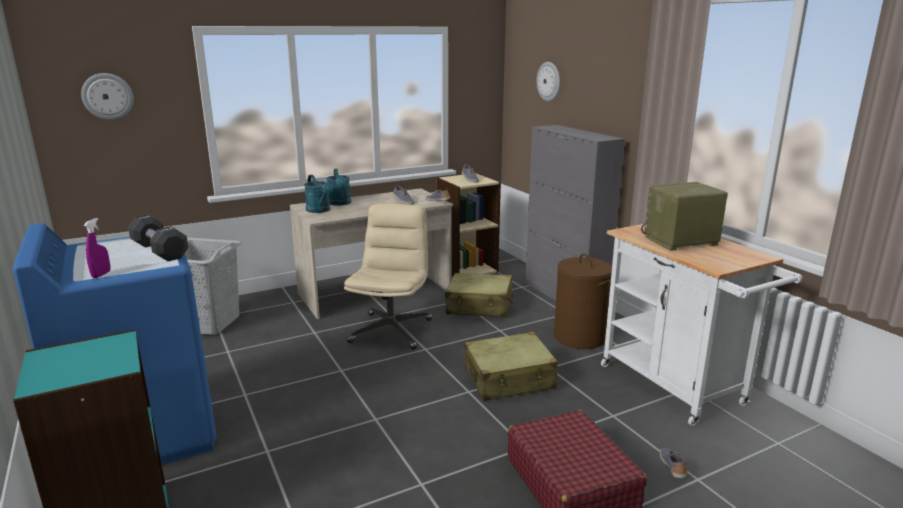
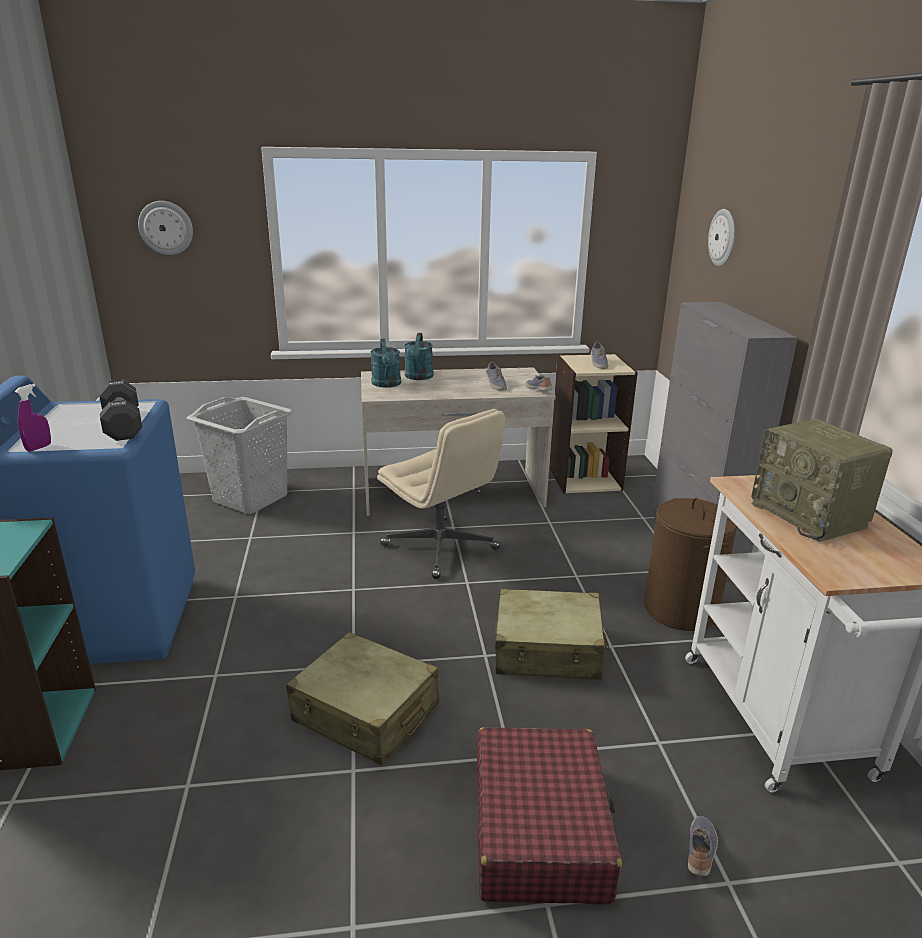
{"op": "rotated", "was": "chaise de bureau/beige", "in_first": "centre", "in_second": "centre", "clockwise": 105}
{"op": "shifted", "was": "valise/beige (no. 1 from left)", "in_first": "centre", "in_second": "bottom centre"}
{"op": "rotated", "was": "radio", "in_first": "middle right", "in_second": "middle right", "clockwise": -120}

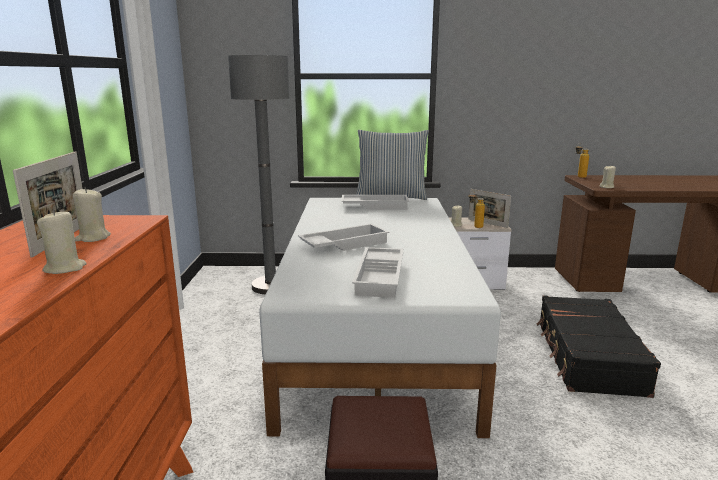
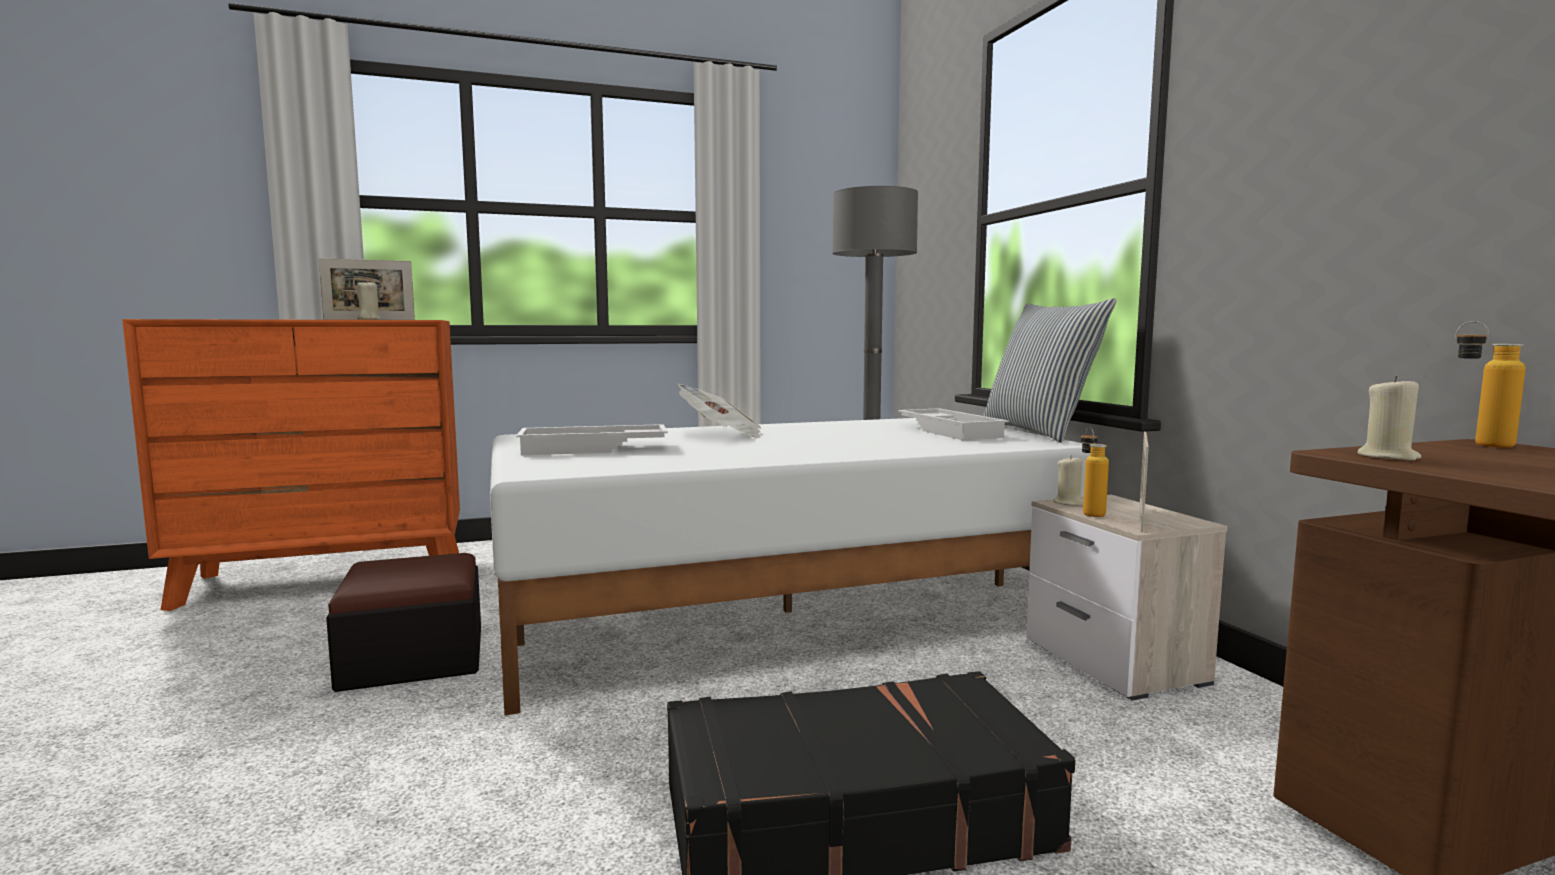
{"op": "gone", "was": "bougie/beige (no. 1 from left)", "in_first": "middle left"}
{"op": "swapped", "was": "plateau/blanc (no. 1 from left)", "now": "journal", "in_first": "centre", "in_second": "centre"}

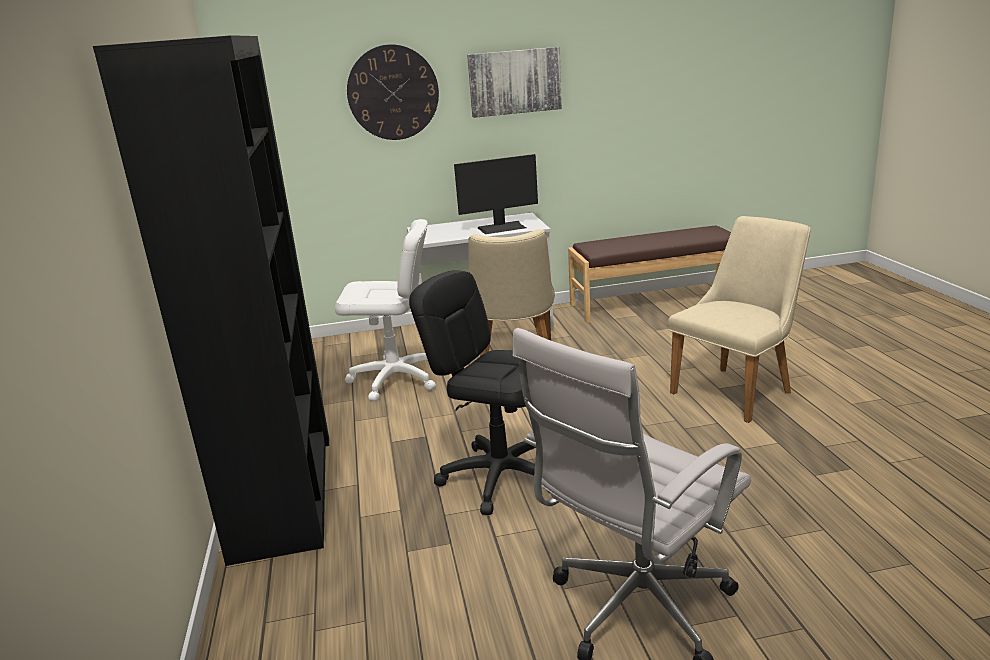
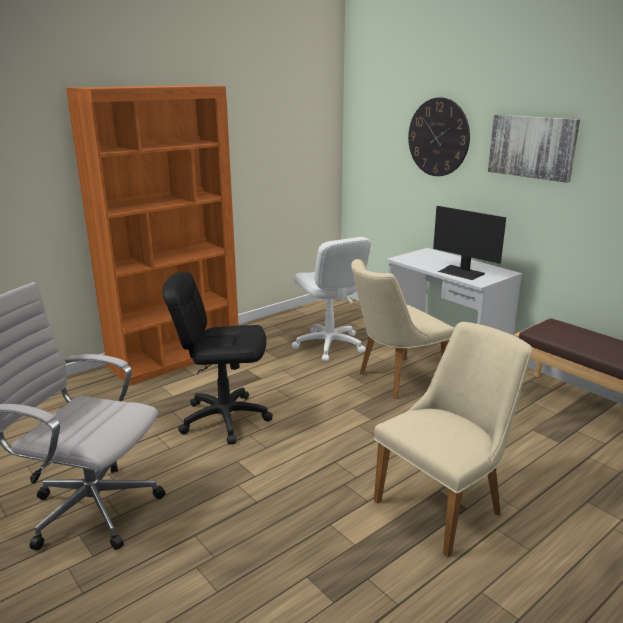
{"op": "repainted", "was": "bibliothèque/noir", "now": "bibliothèque/orange", "in_first": "middle left", "in_second": "middle left"}
{"op": "rotated", "was": "chaise de bureau/noir", "in_first": "centre", "in_second": "centre", "clockwise": -90}
{"op": "rotated", "was": "chaise/beige (no. 2 from left)", "in_first": "middle right", "in_second": "bottom right", "clockwise": -60}

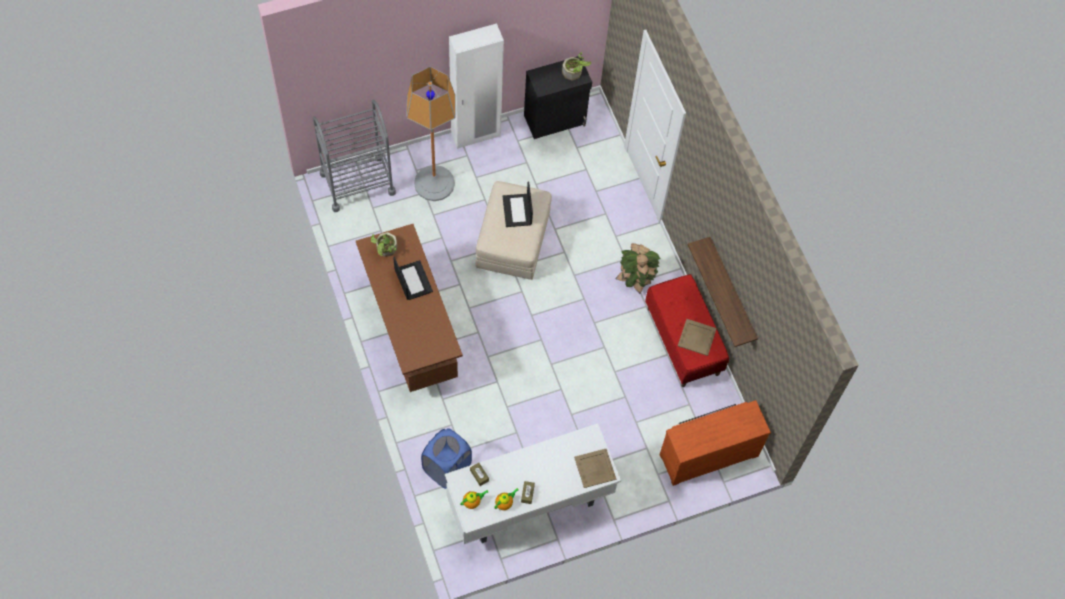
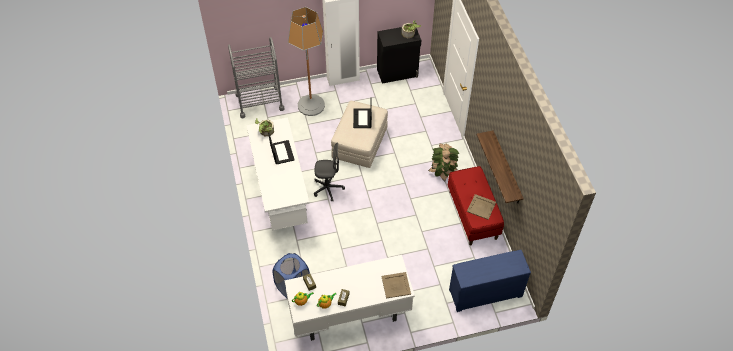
{"op": "repainted", "was": "bureau/marron", "now": "bureau/blanc (no. 1 from left)", "in_first": "centre", "in_second": "centre"}
{"op": "repainted", "was": "commode/marron", "now": "commode/bleu", "in_first": "bottom right", "in_second": "bottom right"}
{"op": "new", "now": "chaise de bureau/gris", "in_second": "centre"}

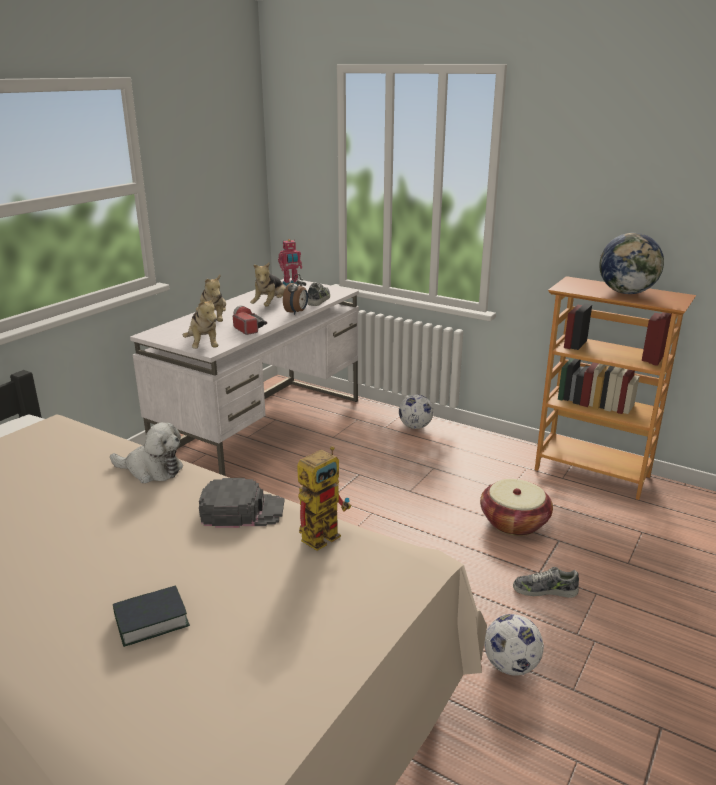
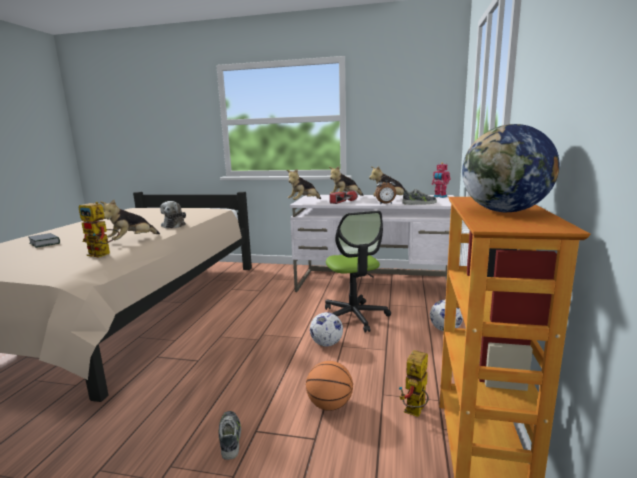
{"op": "swapped", "was": "casquette/noir", "now": "peluche (no. 1 from left)", "in_first": "centre", "in_second": "middle left"}
{"op": "swapped", "was": "panier", "now": "ballon de basket", "in_first": "middle right", "in_second": "bottom centre"}
{"op": "shifted", "was": "ballon de foot (no. 2 from left in the first image)", "now": "ballon de foot (no. 1 from left)", "in_first": "bottom right", "in_second": "bottom centre"}
{"op": "new", "now": "chaise de bureau", "in_second": "centre"}
{"op": "new", "now": "robot jouet (no. 2 from left)", "in_second": "bottom centre"}

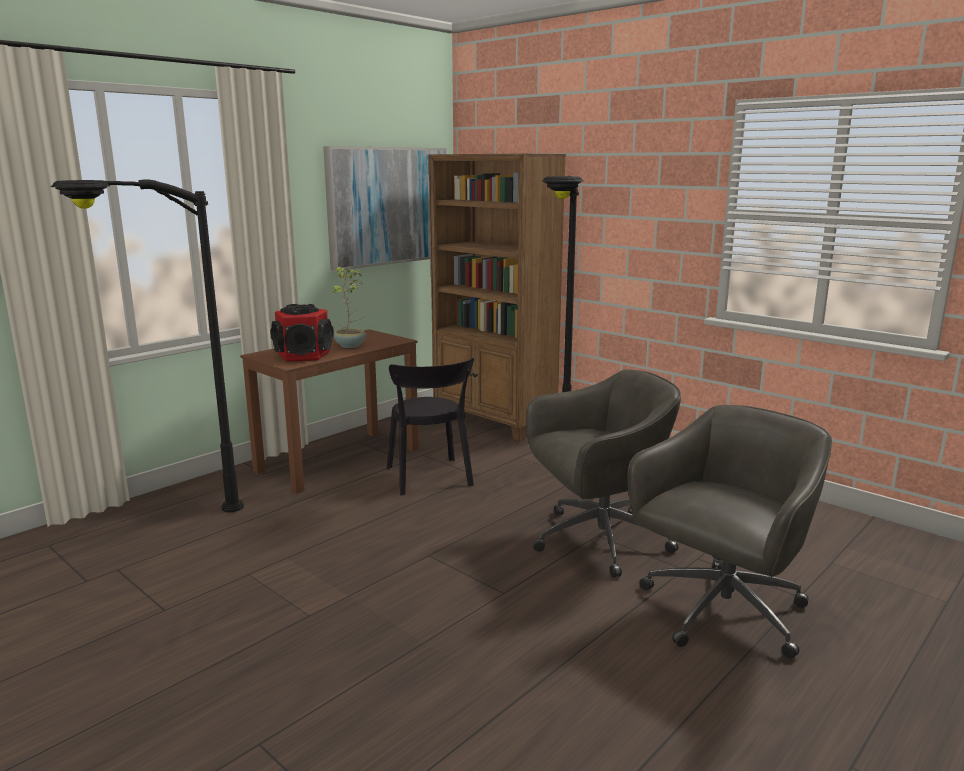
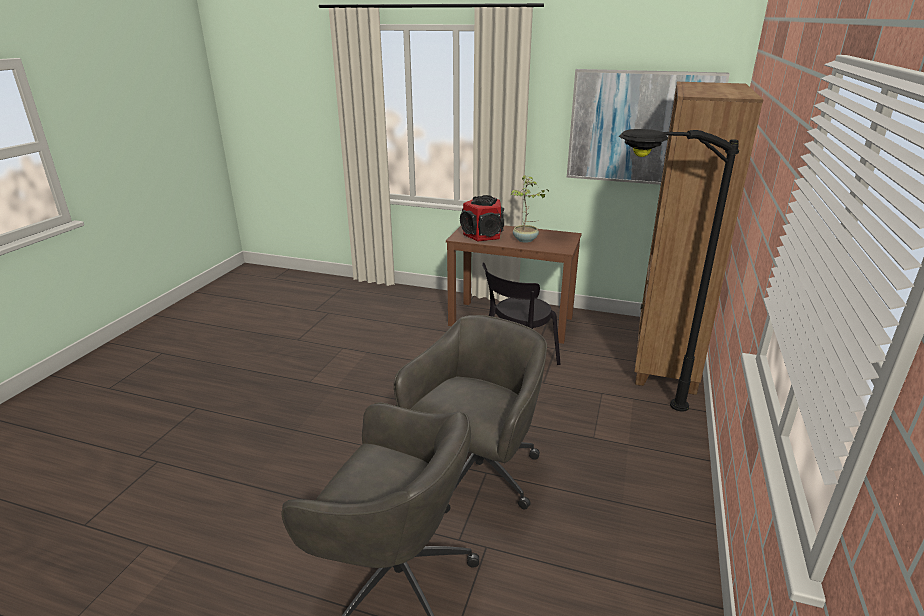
{"op": "gone", "was": "lampadaire/noir (no. 1 from left)", "in_first": "middle left"}
{"op": "rotated", "was": "chaise de bureau/gris (no. 1 from left in the first image)", "in_first": "centre", "in_second": "bottom centre", "clockwise": -105}

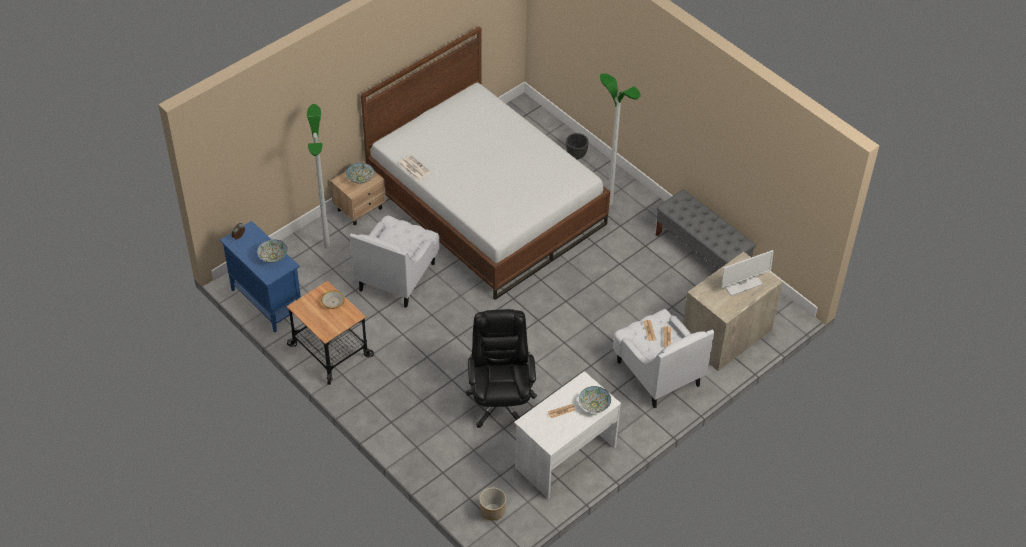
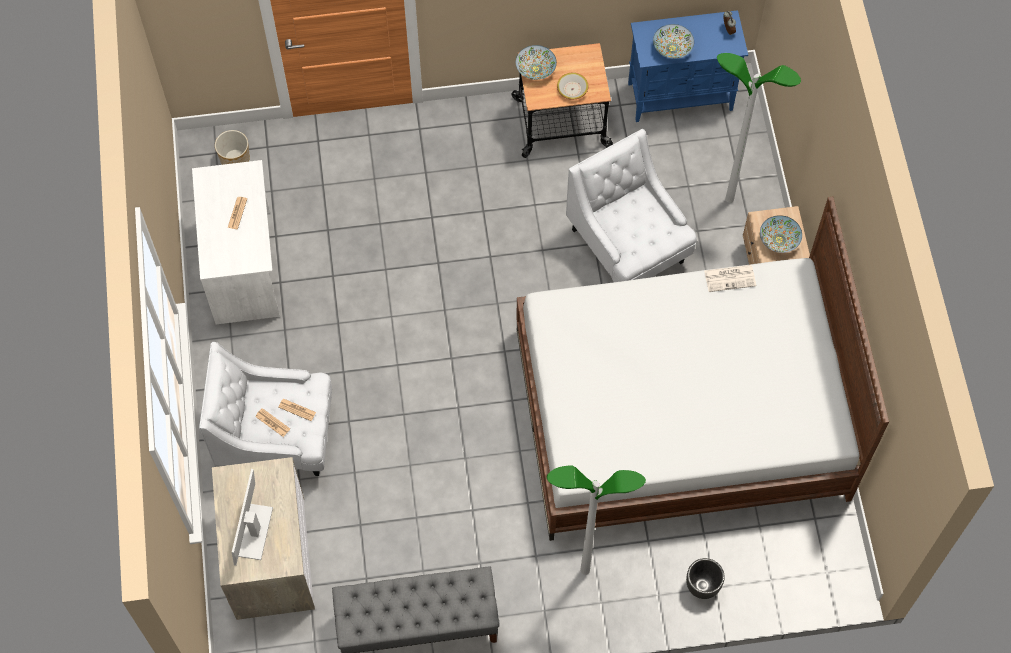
{"op": "gone", "was": "chaise de bureau/noir", "in_first": "bottom centre"}
{"op": "shifted", "was": "bol (no. 4 from left in the first image)", "now": "bol (no. 1 from left)", "in_first": "bottom centre", "in_second": "top centre"}

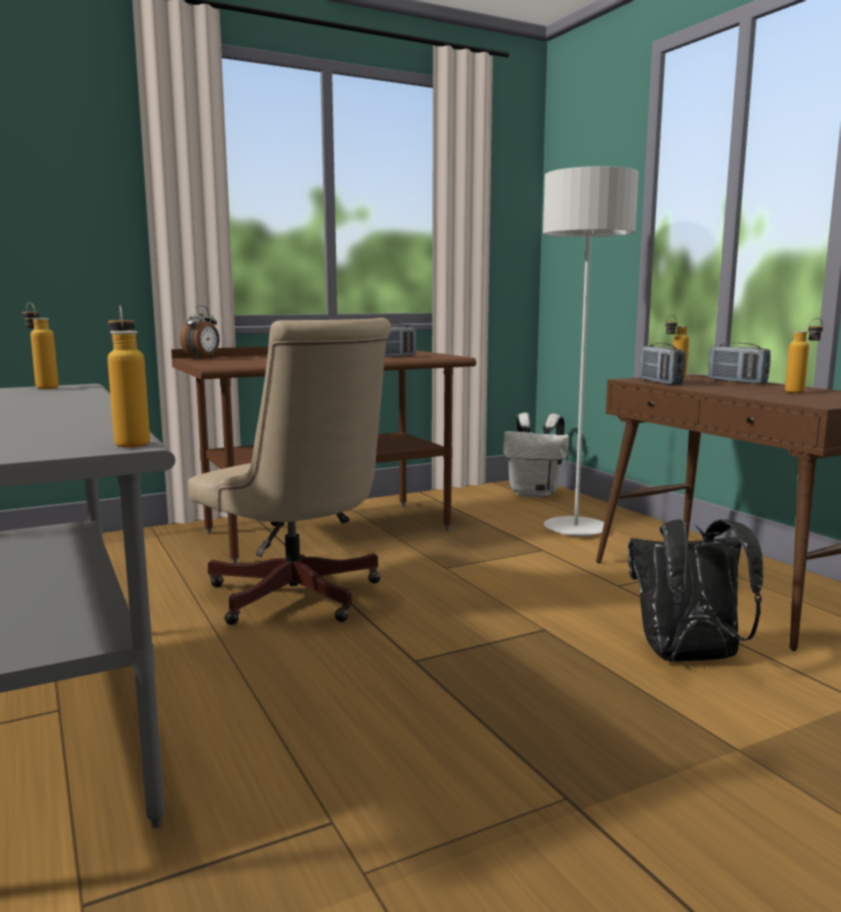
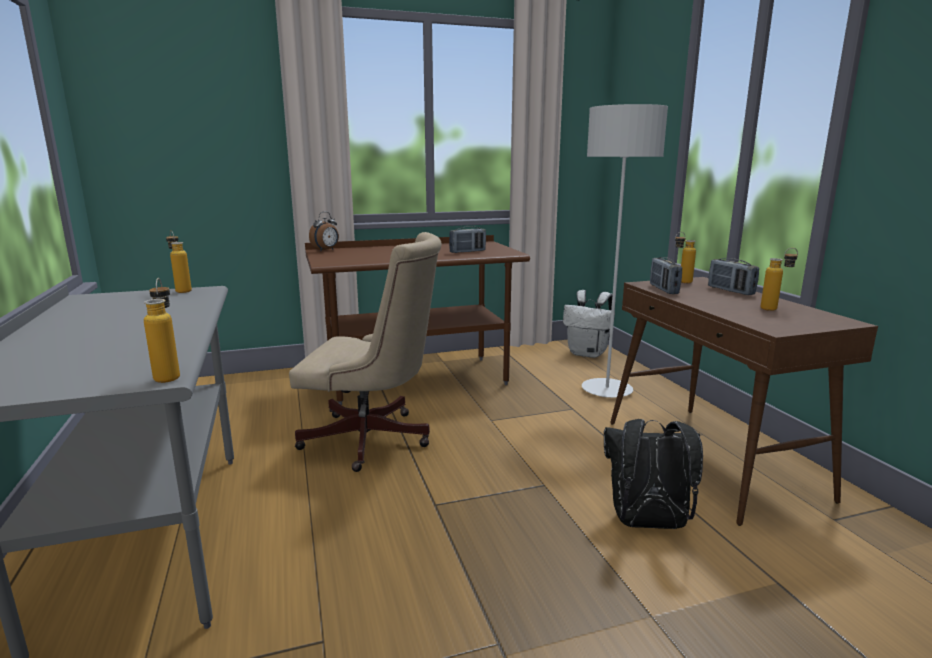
{"op": "rotated", "was": "chaise de bureau/beige", "in_first": "centre", "in_second": "centre", "clockwise": -45}

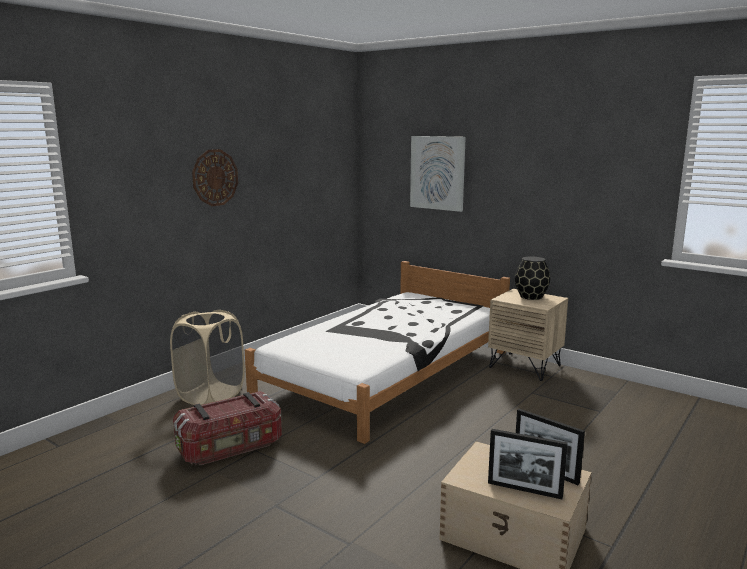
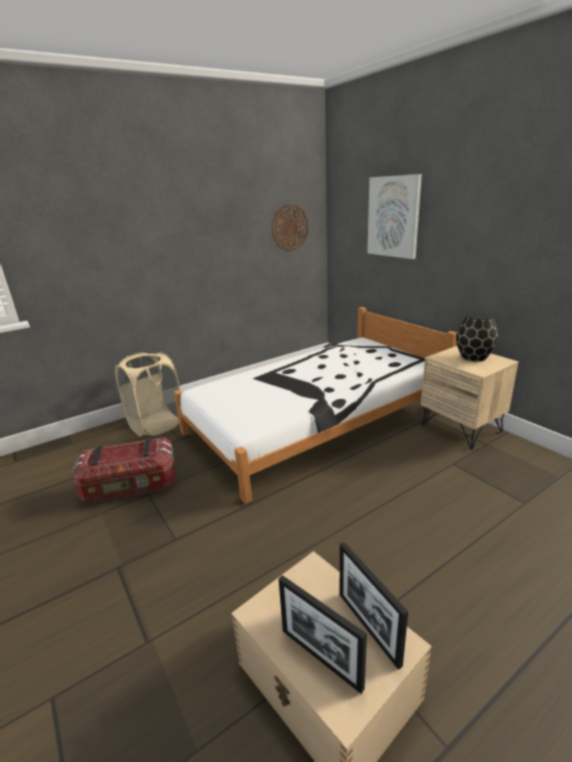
{"op": "shifted", "was": "horloge murale", "in_first": "top left", "in_second": "top centre"}

